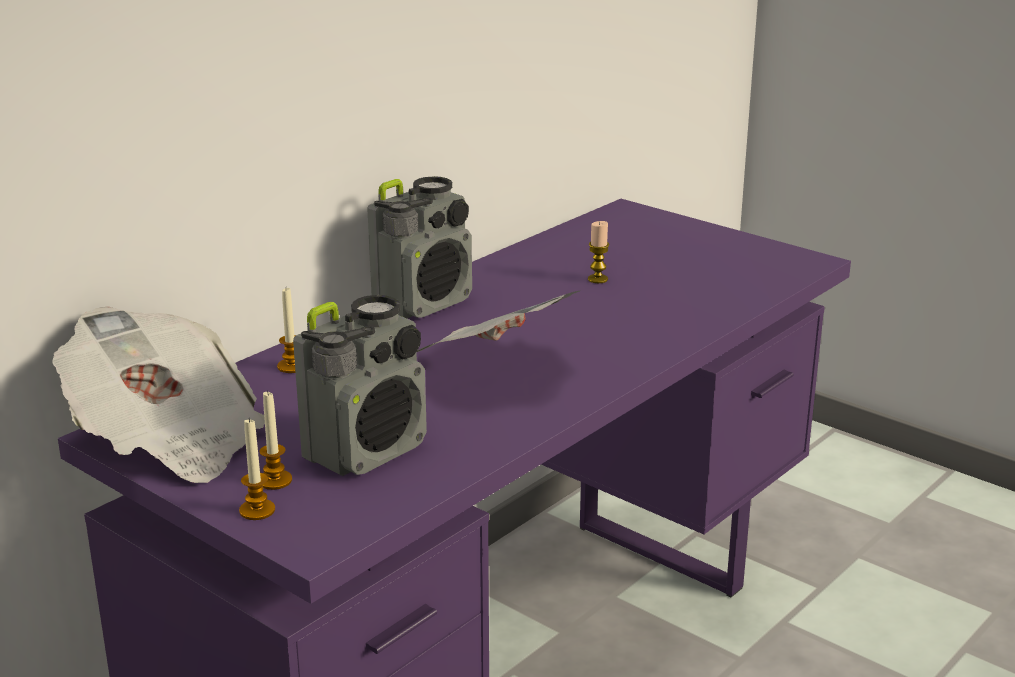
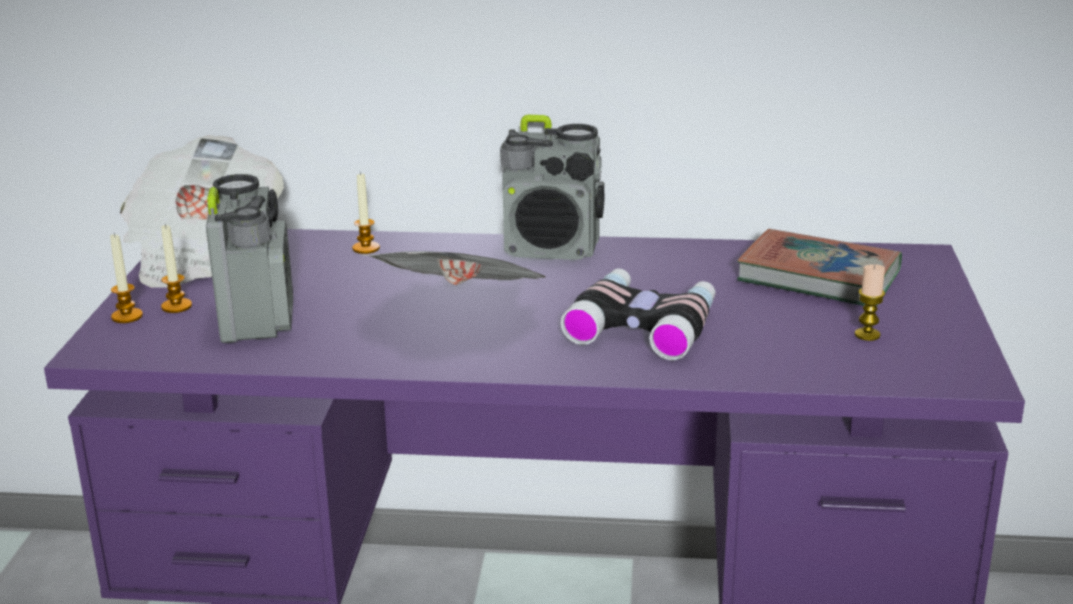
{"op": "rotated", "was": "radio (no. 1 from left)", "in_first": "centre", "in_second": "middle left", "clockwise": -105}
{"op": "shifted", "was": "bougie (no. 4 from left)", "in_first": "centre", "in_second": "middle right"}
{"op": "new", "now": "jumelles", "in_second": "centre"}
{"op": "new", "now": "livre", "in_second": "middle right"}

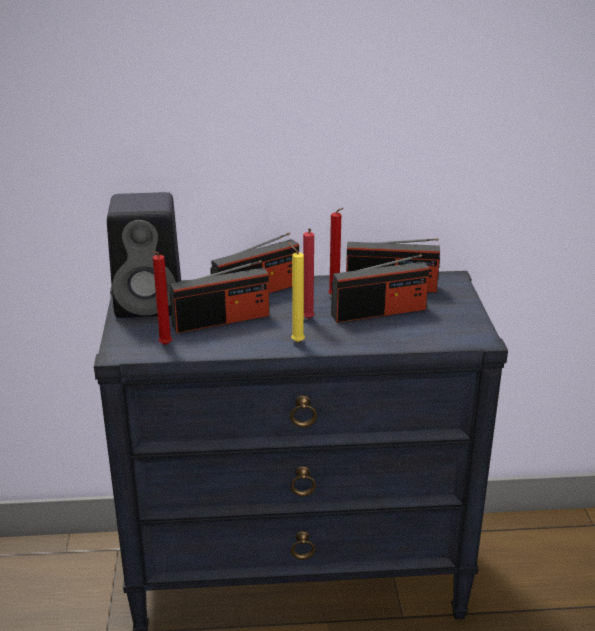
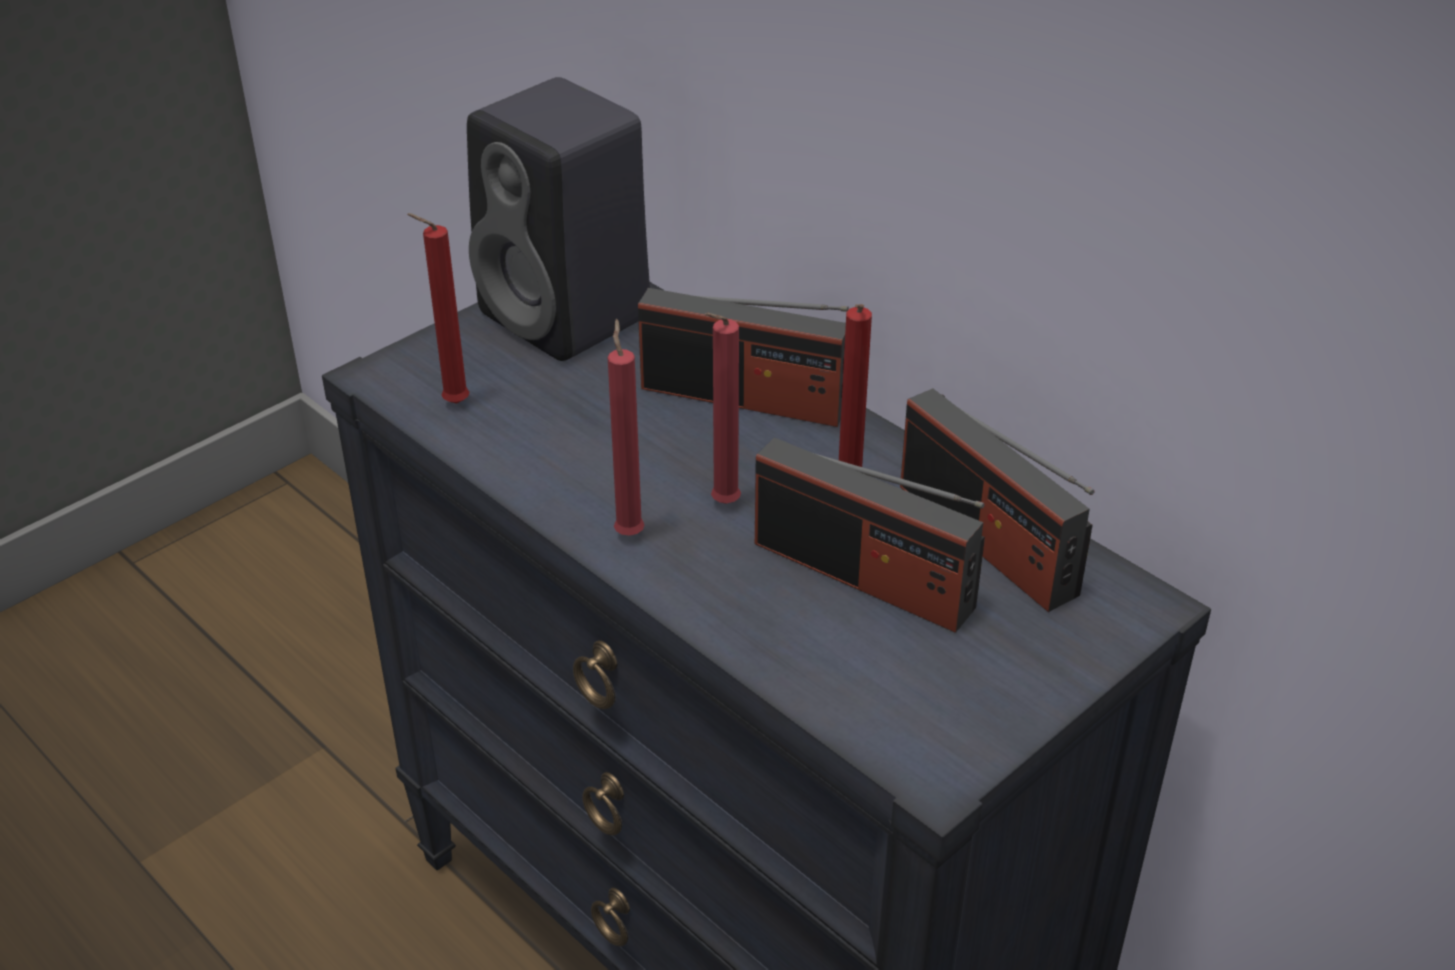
{"op": "gone", "was": "radio (no. 1 from left)", "in_first": "centre"}
{"op": "repainted", "was": "bougie/jaune", "now": "bougie/rouge (no. 2 from left)", "in_first": "centre", "in_second": "centre"}

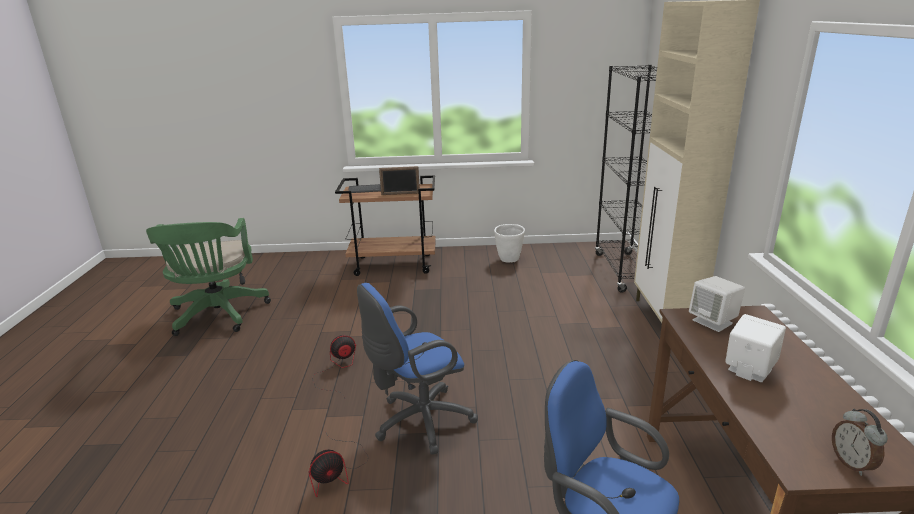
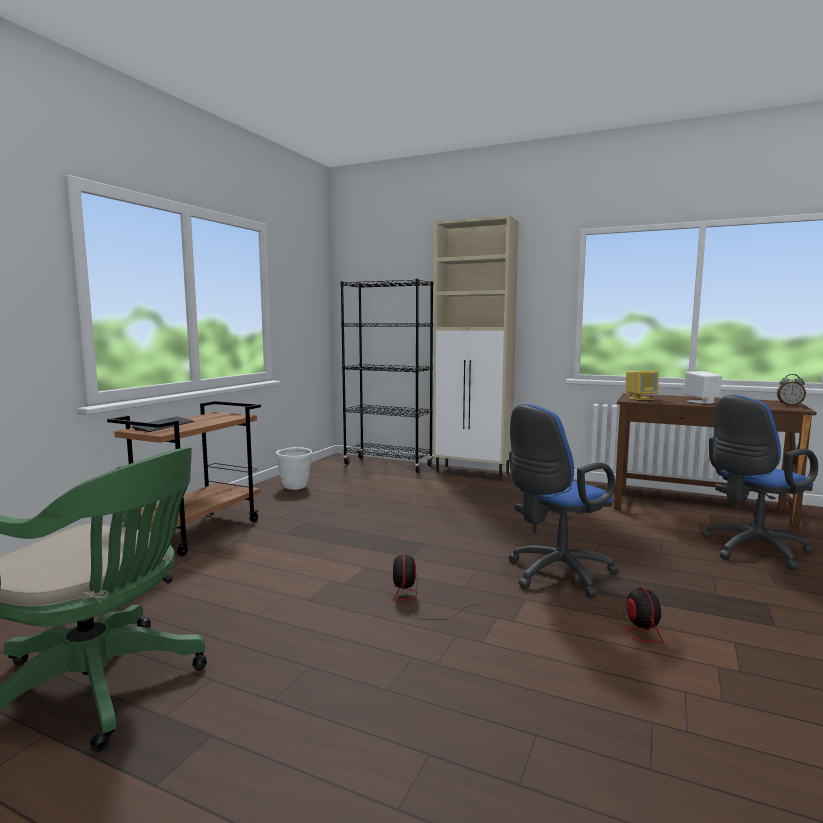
{"op": "rotated", "was": "chaise de bureau/bleu (no. 1 from left)", "in_first": "bottom centre", "in_second": "middle right", "clockwise": 60}
{"op": "gone", "was": "cadre photo", "in_first": "centre"}
{"op": "repainted", "was": "enceinte/blanc (no. 1 from left)", "now": "enceinte/jaune", "in_first": "middle right", "in_second": "middle right"}

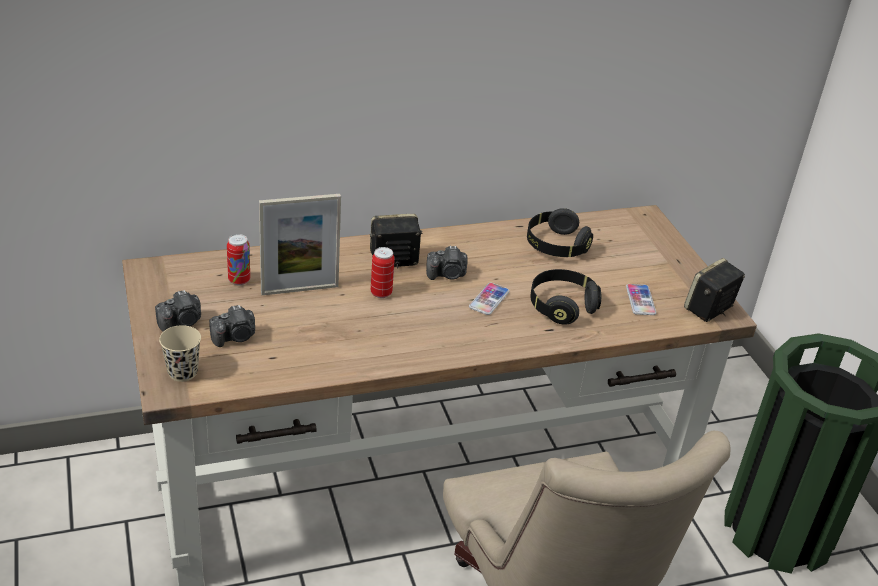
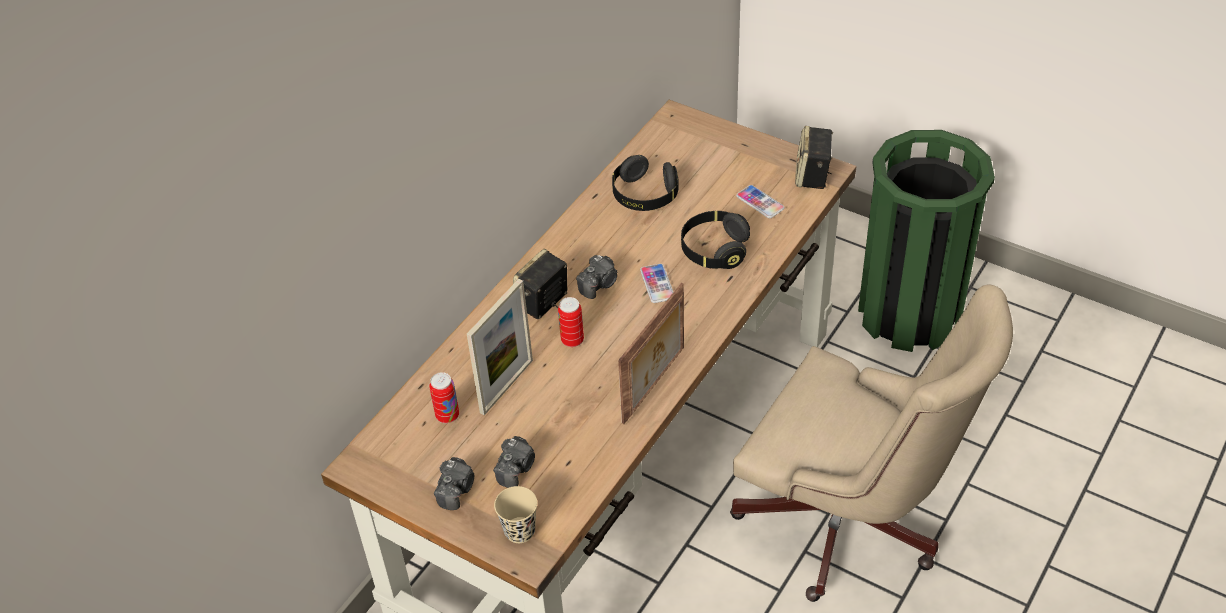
{"op": "new", "now": "cadre photo (no. 2 from left)", "in_second": "centre"}

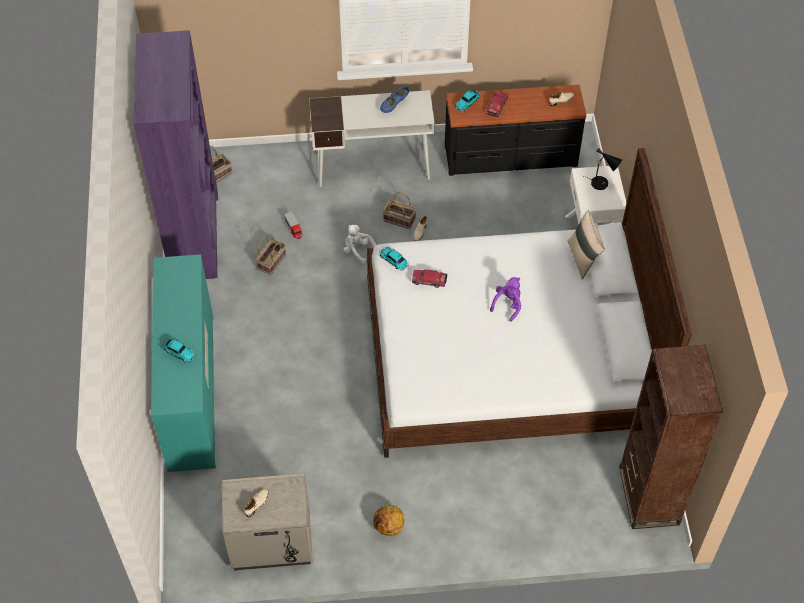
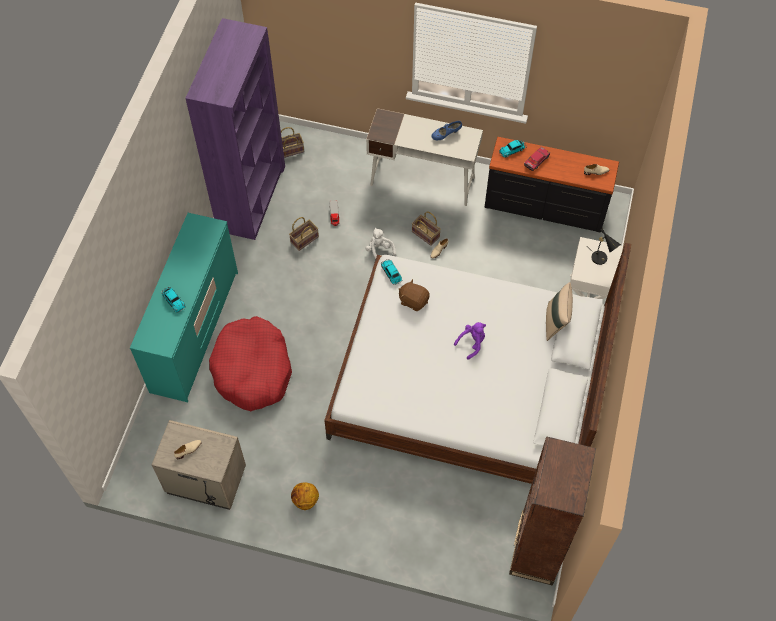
{"op": "swapped", "was": "petite voiture (no. 3 from left)", "now": "peluche/marron", "in_first": "centre", "in_second": "centre"}
{"op": "new", "now": "panier pour chien/rouge", "in_second": "middle left"}

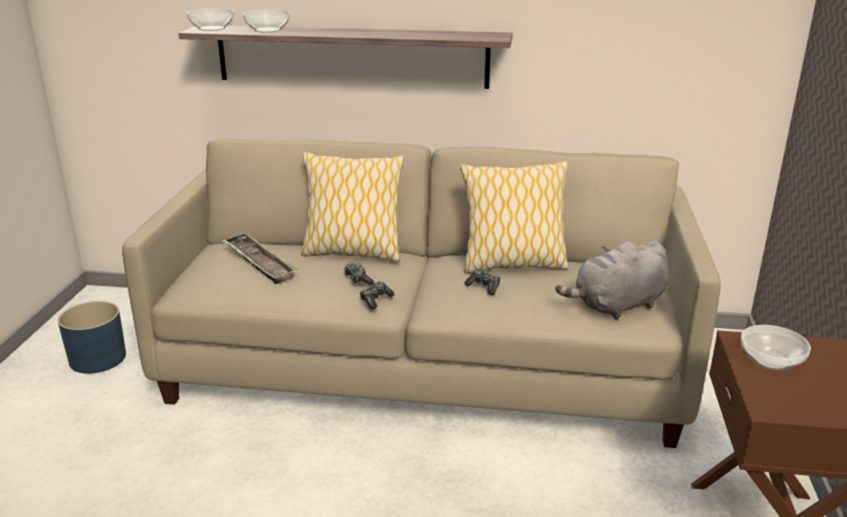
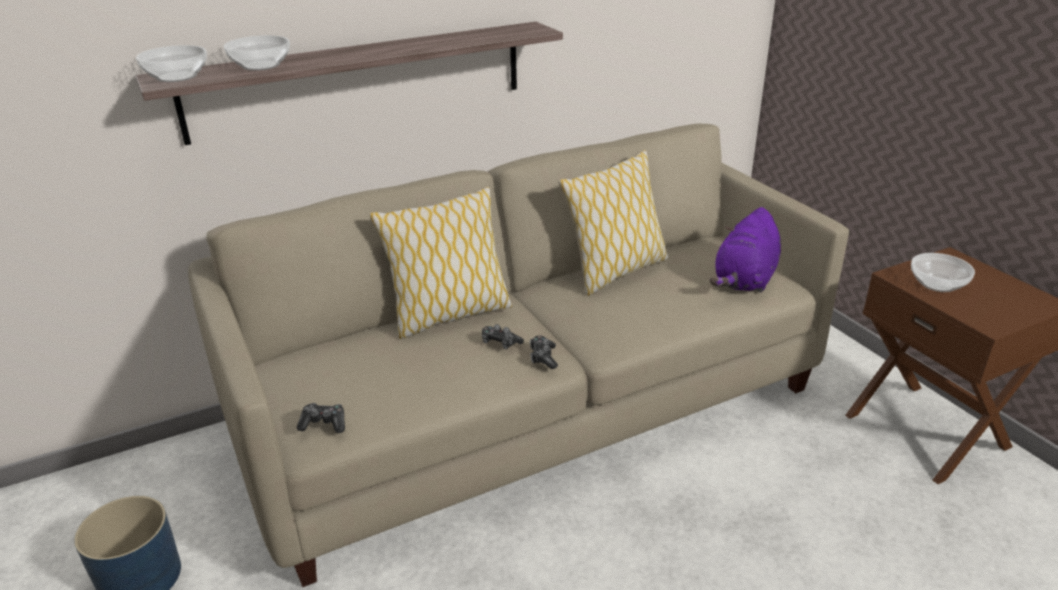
{"op": "gone", "was": "plateau", "in_first": "middle left"}
{"op": "shifted", "was": "manette (no. 3 from left in the first image)", "now": "manette (no. 1 from left)", "in_first": "centre", "in_second": "bottom left"}
{"op": "repainted", "was": "peluche/gris", "now": "peluche/violet", "in_first": "middle right", "in_second": "middle right"}

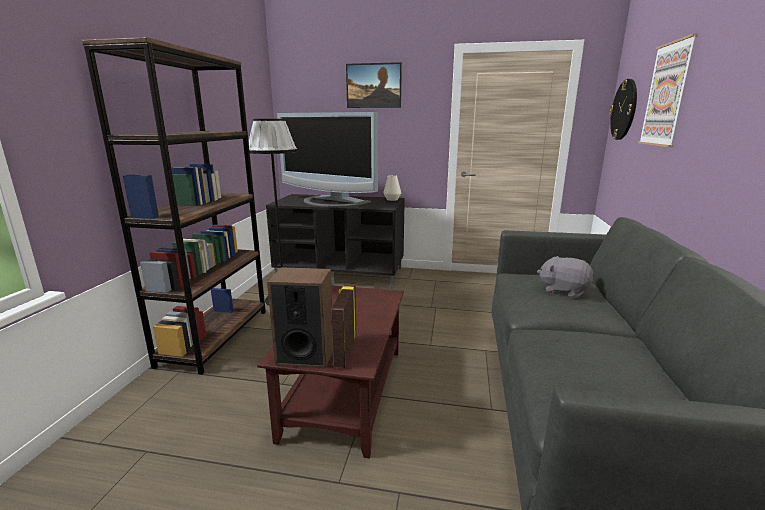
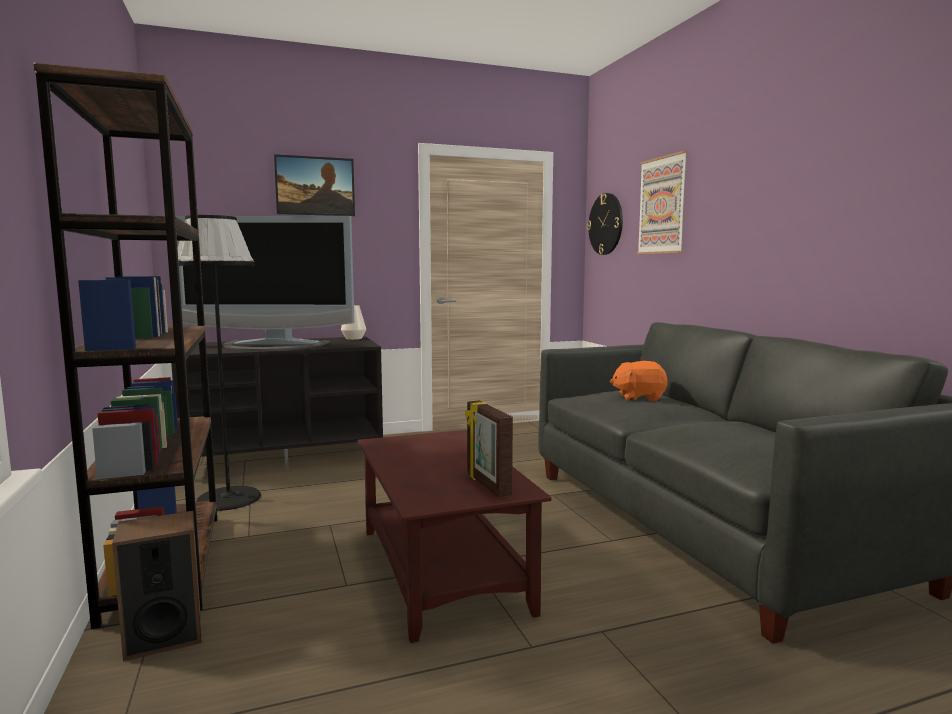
{"op": "shifted", "was": "enceinte", "in_first": "centre", "in_second": "bottom left"}
{"op": "repainted", "was": "peluche/gris", "now": "peluche/orange", "in_first": "middle right", "in_second": "middle right"}

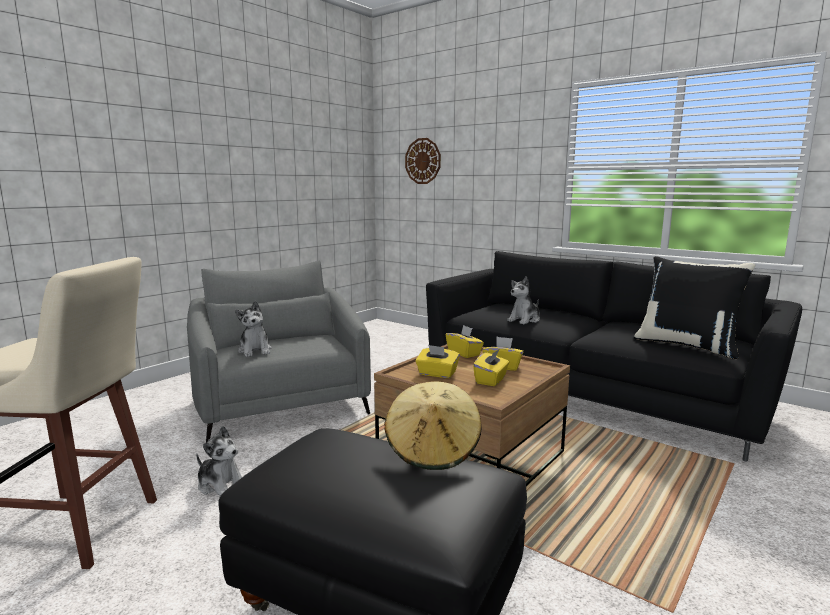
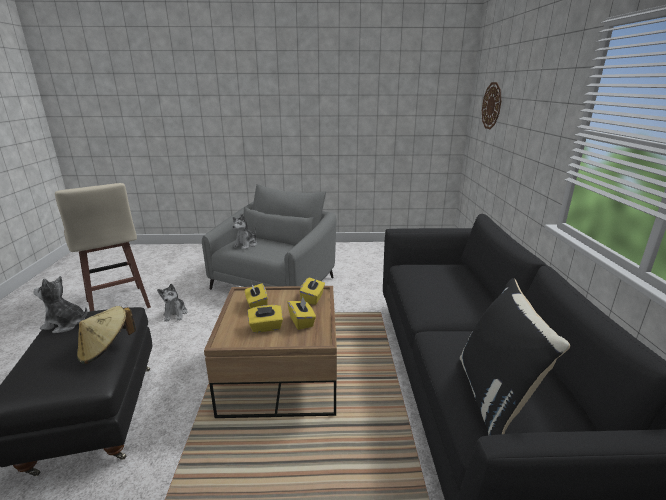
{"op": "shifted", "was": "peluche (no. 3 from left in the first image)", "now": "peluche (no. 1 from left)", "in_first": "centre", "in_second": "middle left"}

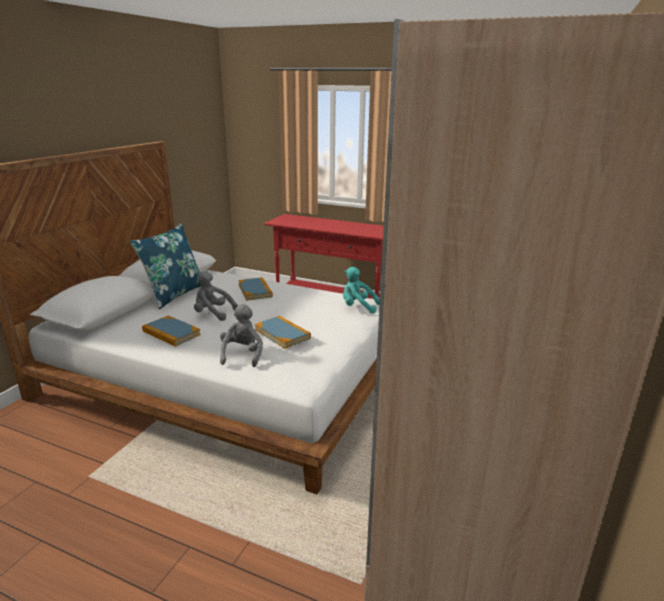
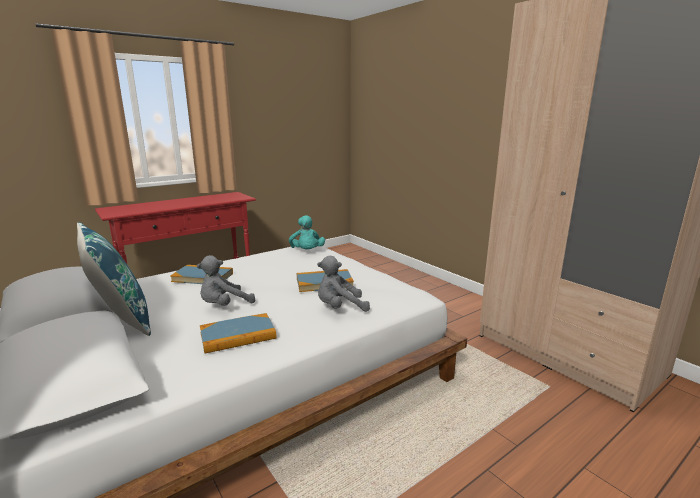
{"op": "rotated", "was": "peluche/gris (no. 2 from left)", "in_first": "centre", "in_second": "centre", "clockwise": -45}
{"op": "rotated", "was": "peluche/turquoise", "in_first": "centre", "in_second": "centre", "clockwise": -60}

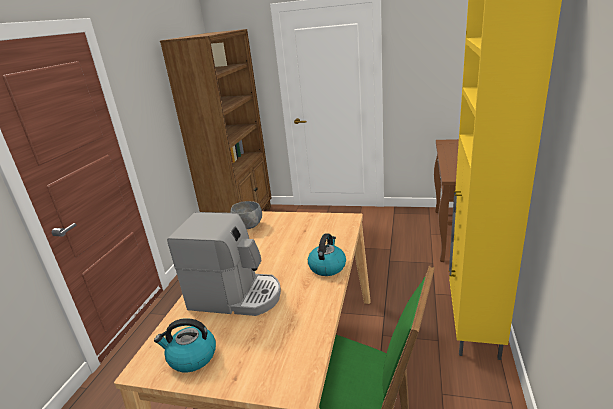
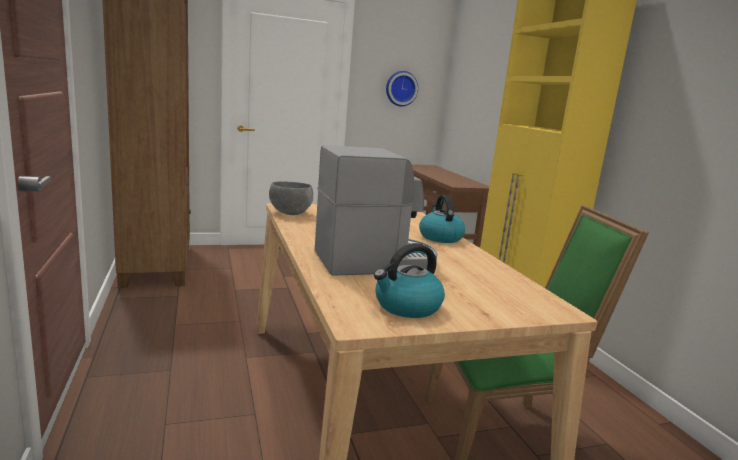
{"op": "new", "now": "horloge murale", "in_second": "top centre"}

